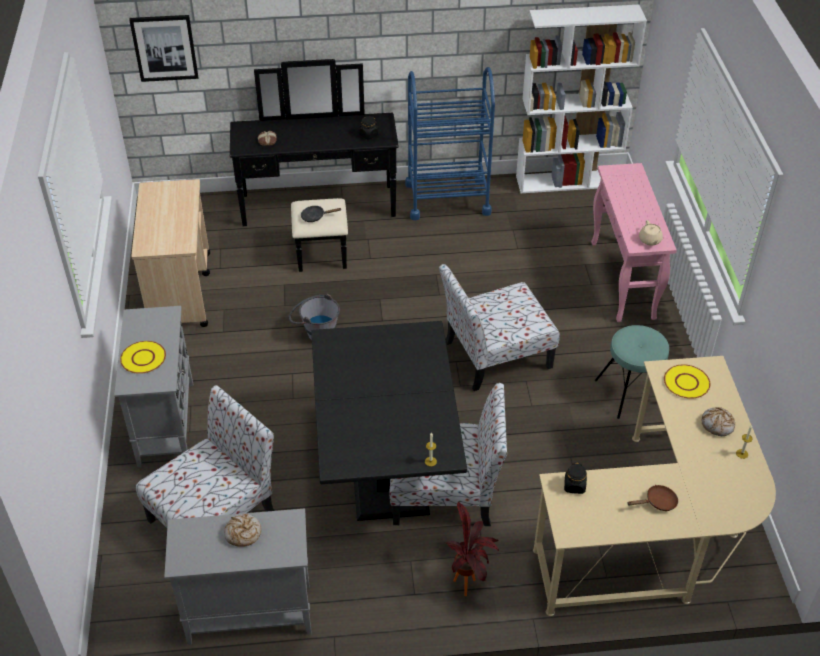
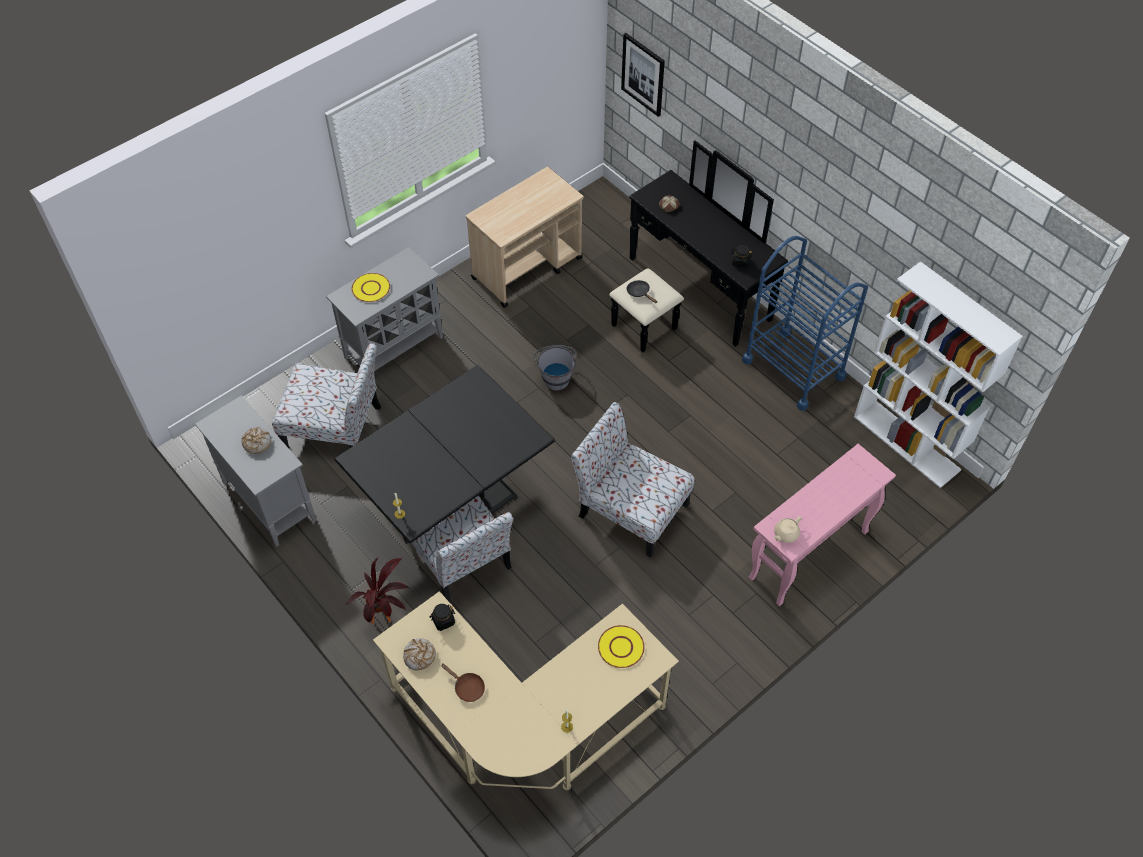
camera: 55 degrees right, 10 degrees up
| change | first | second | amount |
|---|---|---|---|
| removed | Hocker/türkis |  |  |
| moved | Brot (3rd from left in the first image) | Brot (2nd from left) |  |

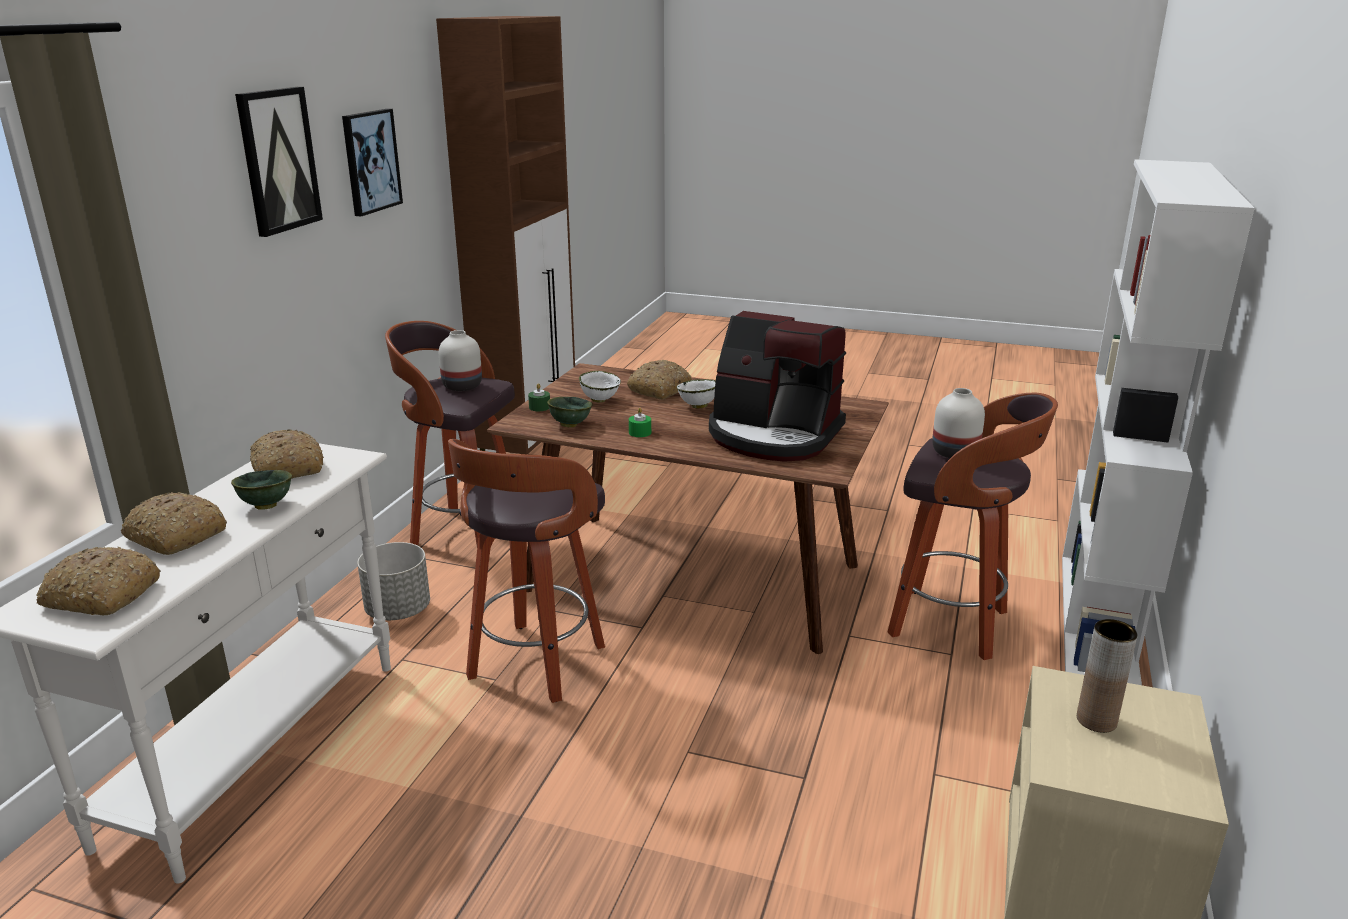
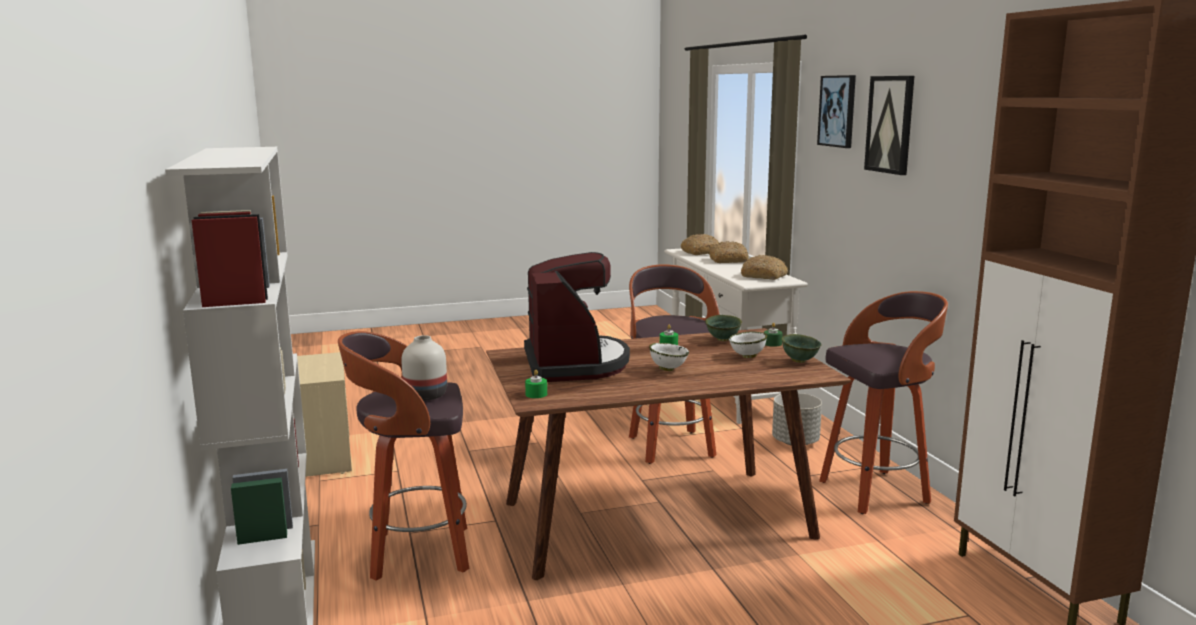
camera: 145 degrees right, 10 degrees down
| change | first | second | amount |
|---|---|---|---|
| moved | Schüssel/grün (1st from left in the first image) | Schüssel/grün (2nd from left) |  |
| moved | Bild (2nd from left in the first image) | Bild (1st from left) |  |
| removed | Vase/weiß (1st from left) |  |  |
| removed | Brot (4th from left) |  |  |
| turned | Kaffeemaschine |  | 90 degrees clockwise |
| removed | Vase/braun |  |  |
| added |  | Kerze/grün (1st from left) |  |

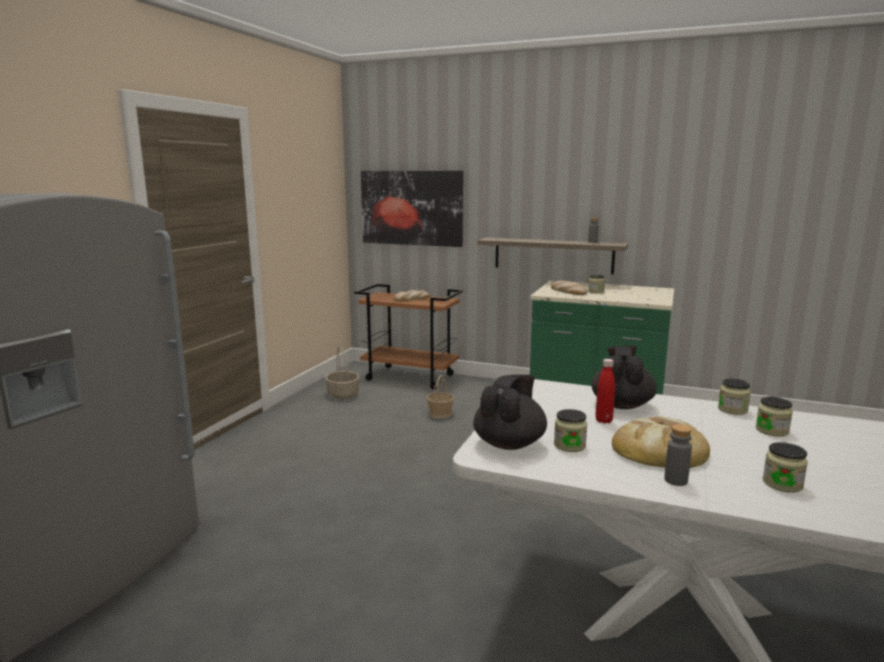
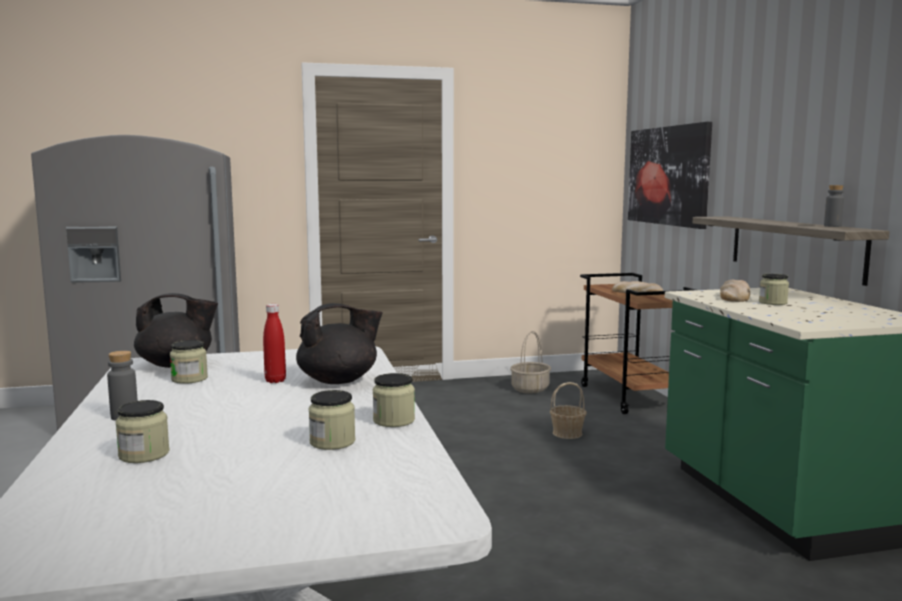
camera: 55 degrees right, 5 degrees down
| change | first | second | amount |
|---|---|---|---|
| removed | Brot (3rd from left) |  |  |

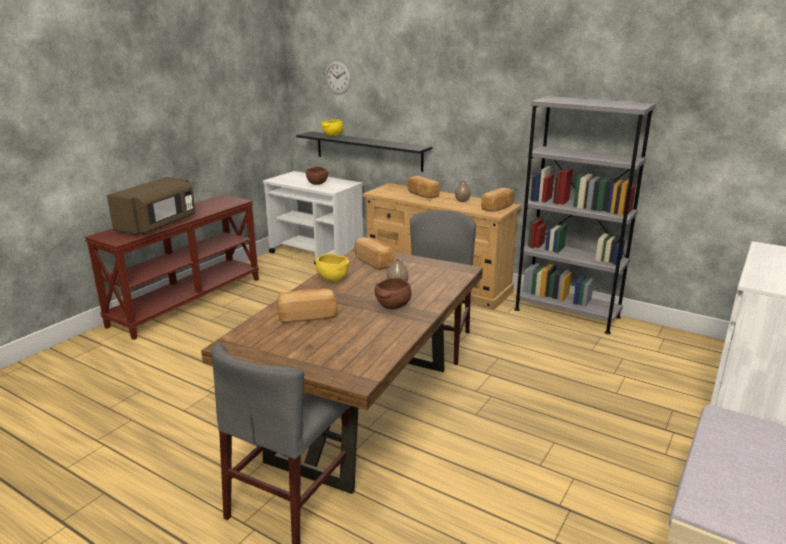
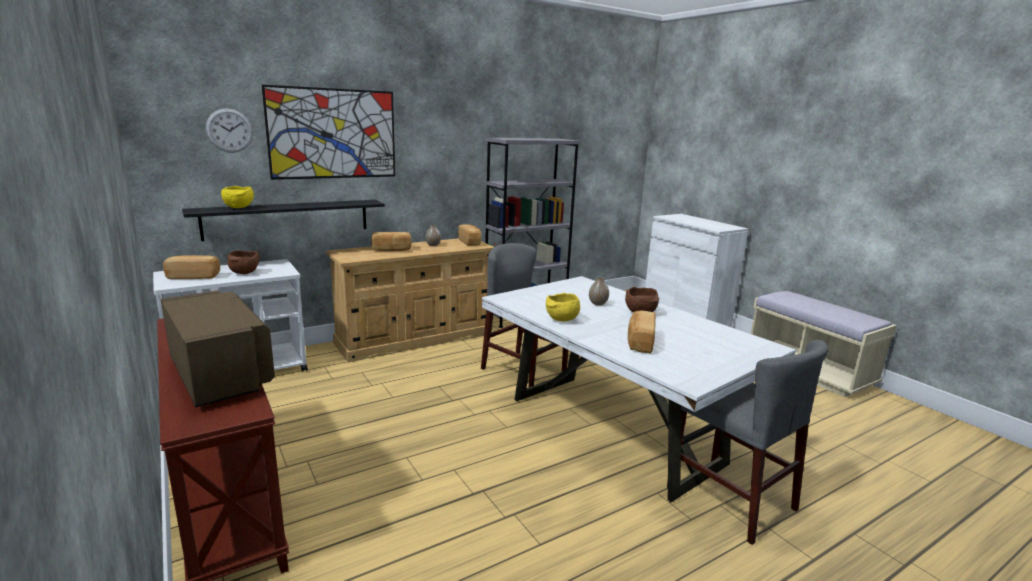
camera: 65 degrees left, 5 degrees down
| change | first | second | amount |
|---|---|---|---|
| recoloured | Esstisch/braun | Esstisch/weiß |  |
| moved | Brot (2nd from left in the first image) | Brot (1st from left) |  |
| added |  | Bild |  |

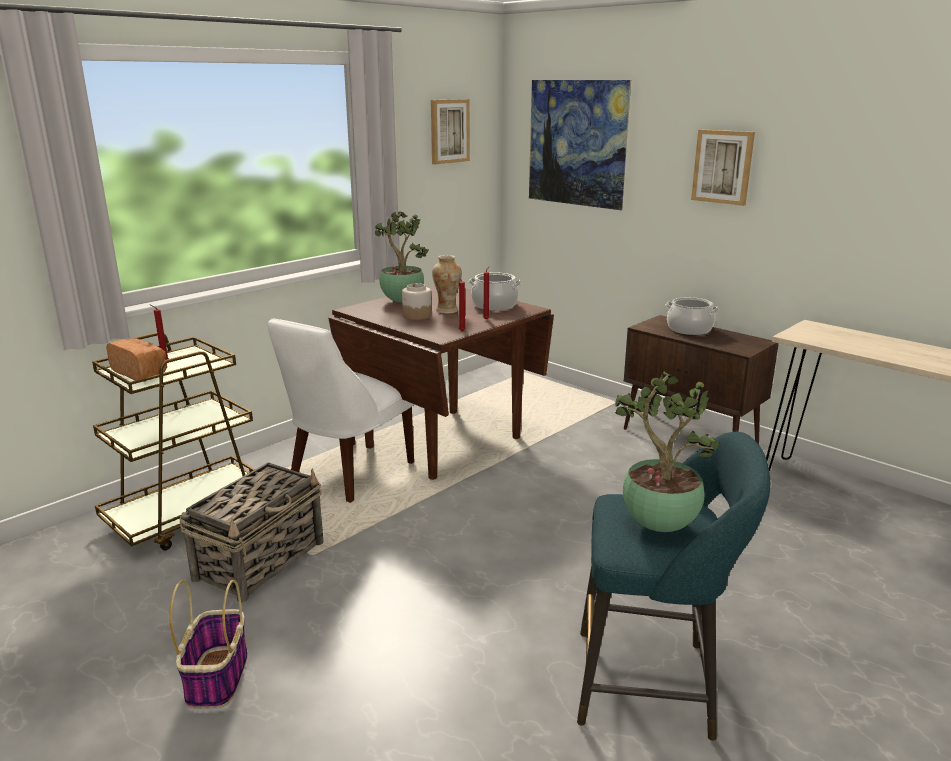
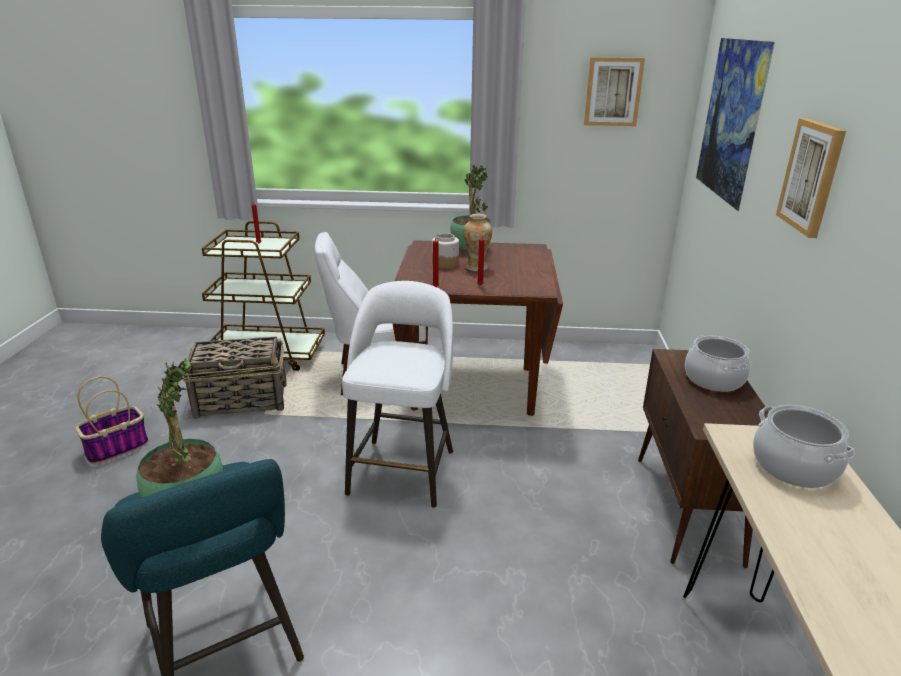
camera: 50 degrees right, 5 degrees up
| change | first | second | amount |
|---|---|---|---|
| removed | Brot |  |  |
| moved | Kochtopf (1st from left in the first image) | Kochtopf (2nd from left) |  |
| added |  | Hocker/weiß |  |

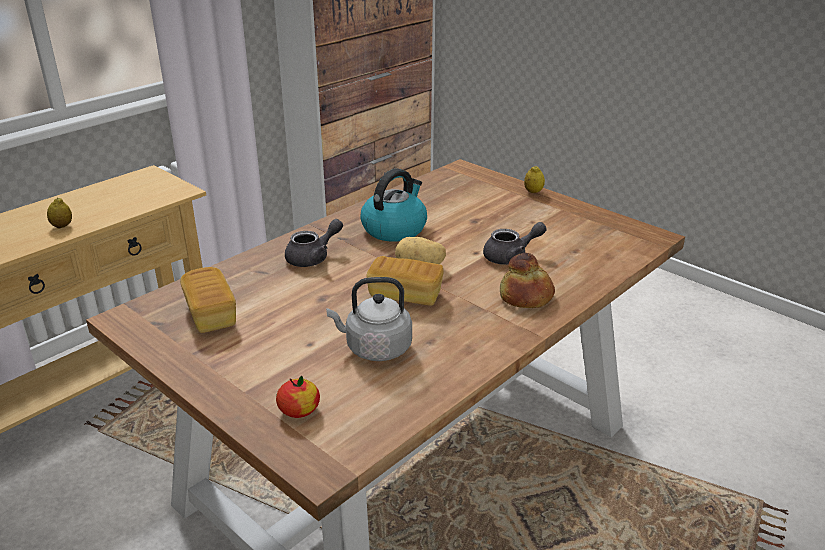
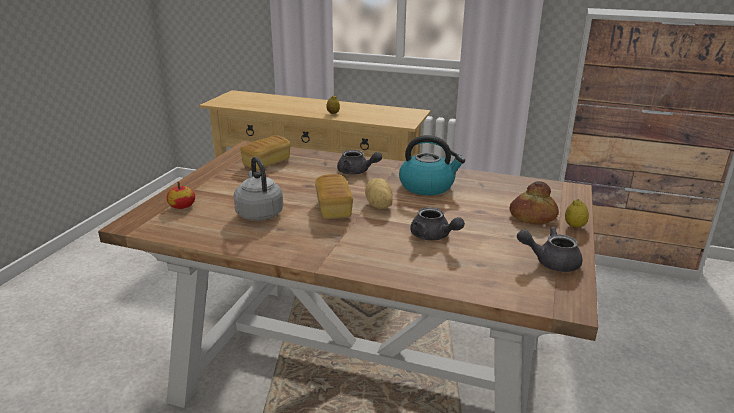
camera: 65 degrees right, 5 degrees down
| change | first | second | amount |
|---|---|---|---|
| moved | Brot (3rd from left) |  |  |
| added |  | Teekanne/grau (3rd from left) |  |

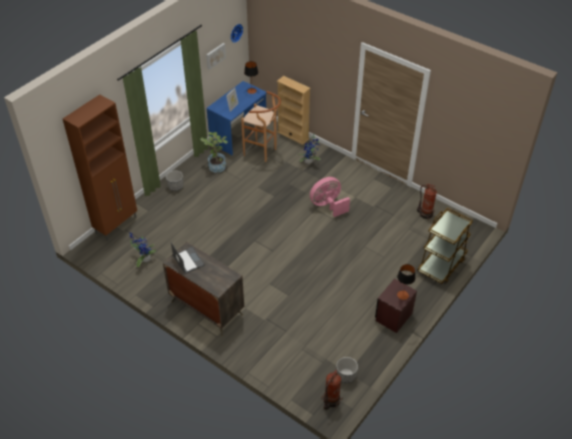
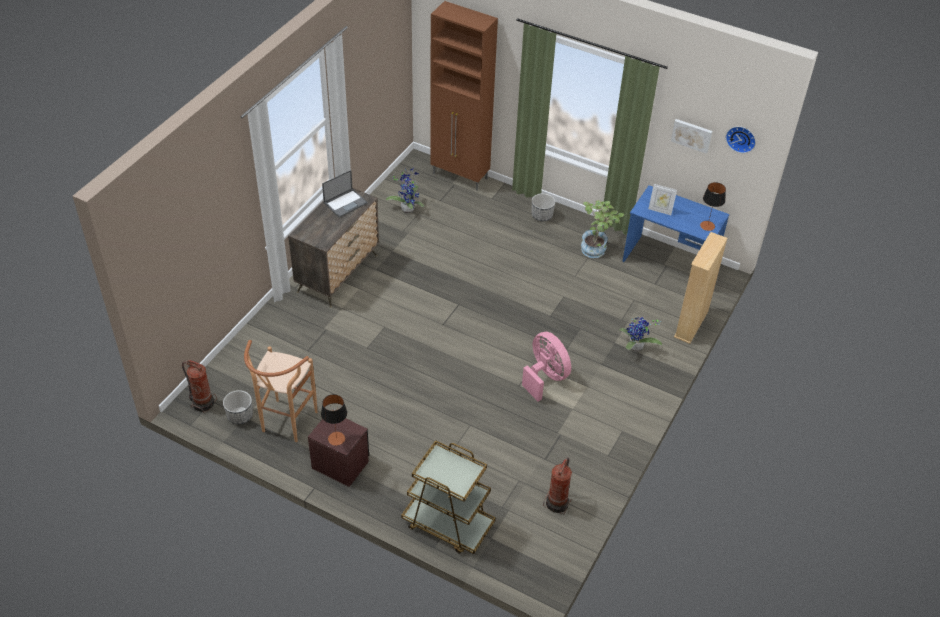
camera: 80 degrees right, 0 degrees up
| change | first | second | amount |
|---|---|---|---|
| moved | Hocker/braun |  |  |

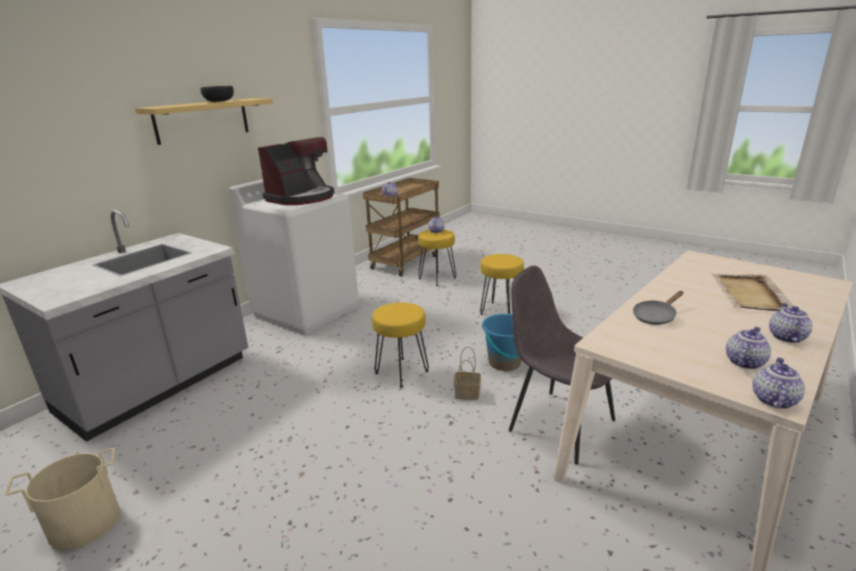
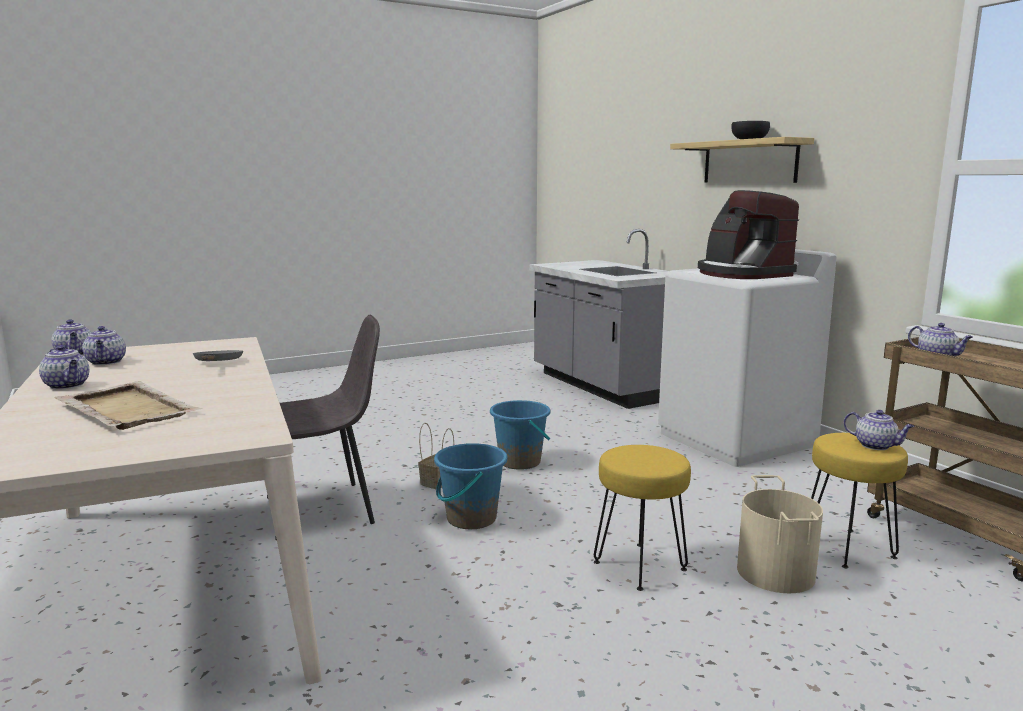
camera: 115 degrees right, 10 degrees down
| change | first | second | amount |
|---|---|---|---|
| moved | Eimer/beige |  |  |
| replaced | Hocker/gelb (1st from left) | Eimer/blau (2nd from left) |  |

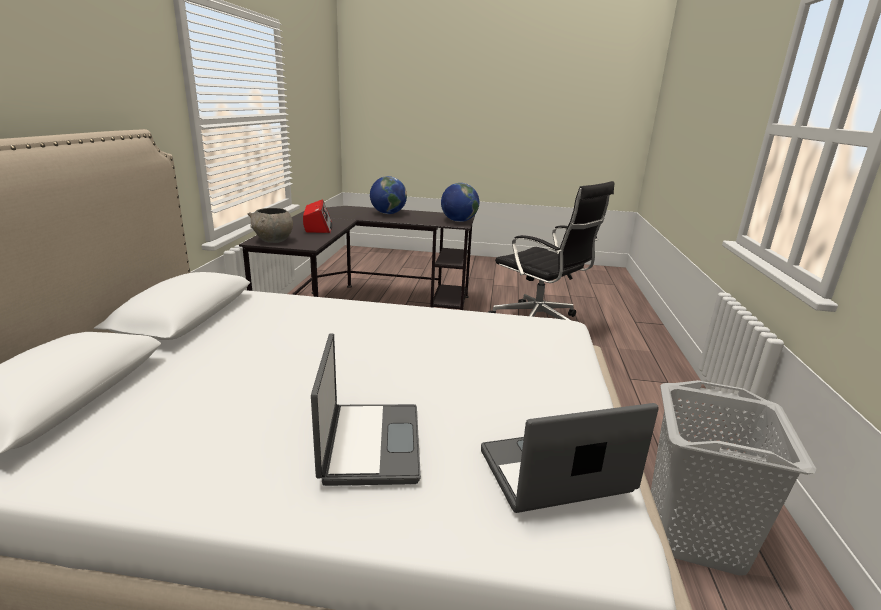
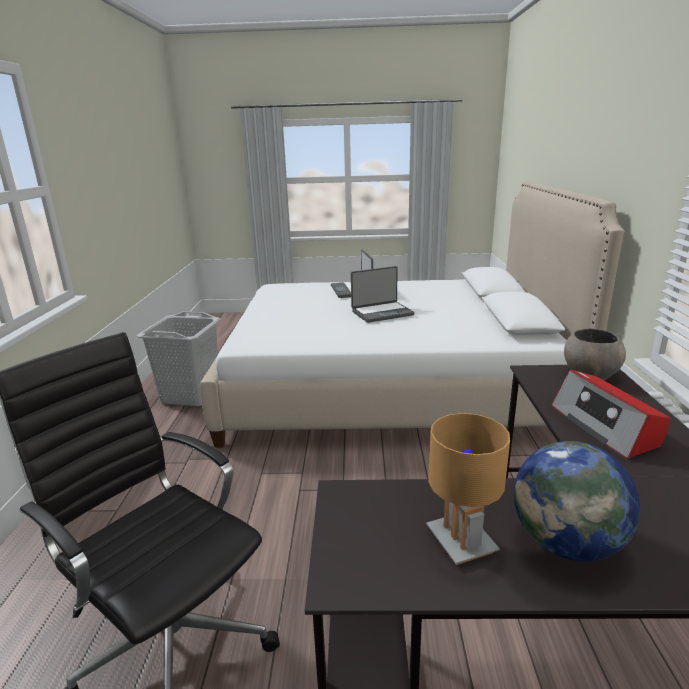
camera: 175 degrees right, 0 degrees up
| change | first | second | amount |
|---|---|---|---|
| removed | Globus (2nd from left) |  |  |
| moved | Laptop (2nd from left) |  |  |
| added |  | Tischlampe/braun |  |

